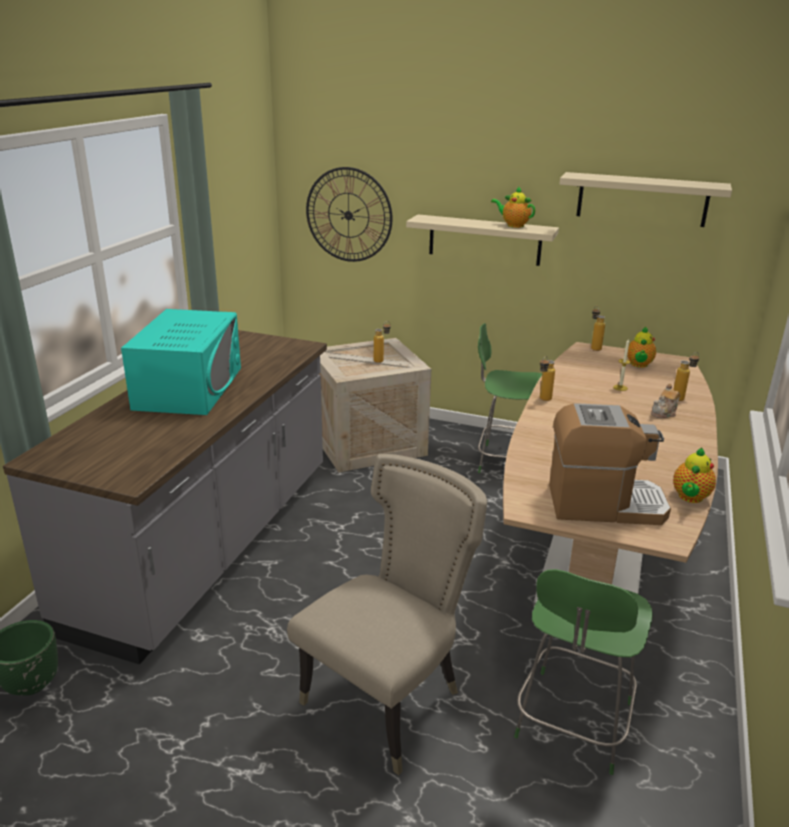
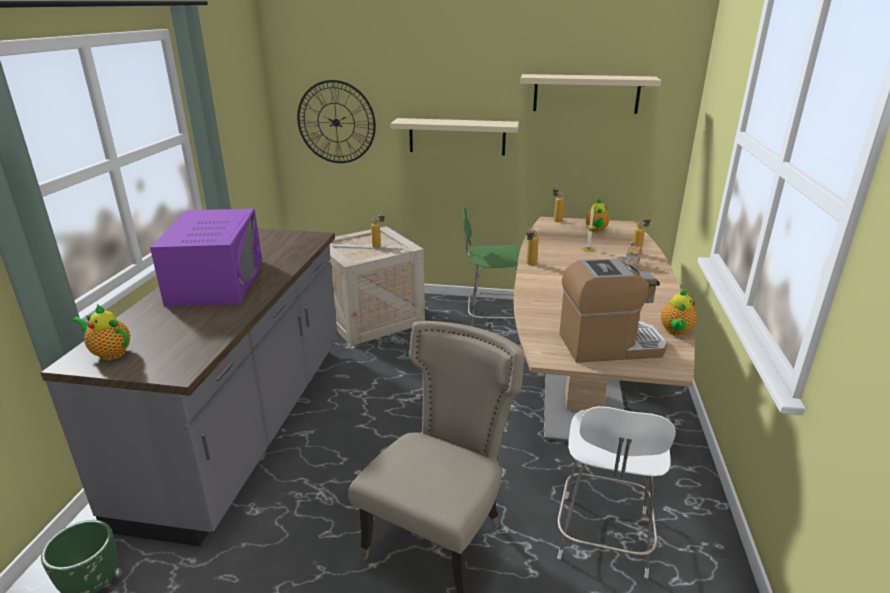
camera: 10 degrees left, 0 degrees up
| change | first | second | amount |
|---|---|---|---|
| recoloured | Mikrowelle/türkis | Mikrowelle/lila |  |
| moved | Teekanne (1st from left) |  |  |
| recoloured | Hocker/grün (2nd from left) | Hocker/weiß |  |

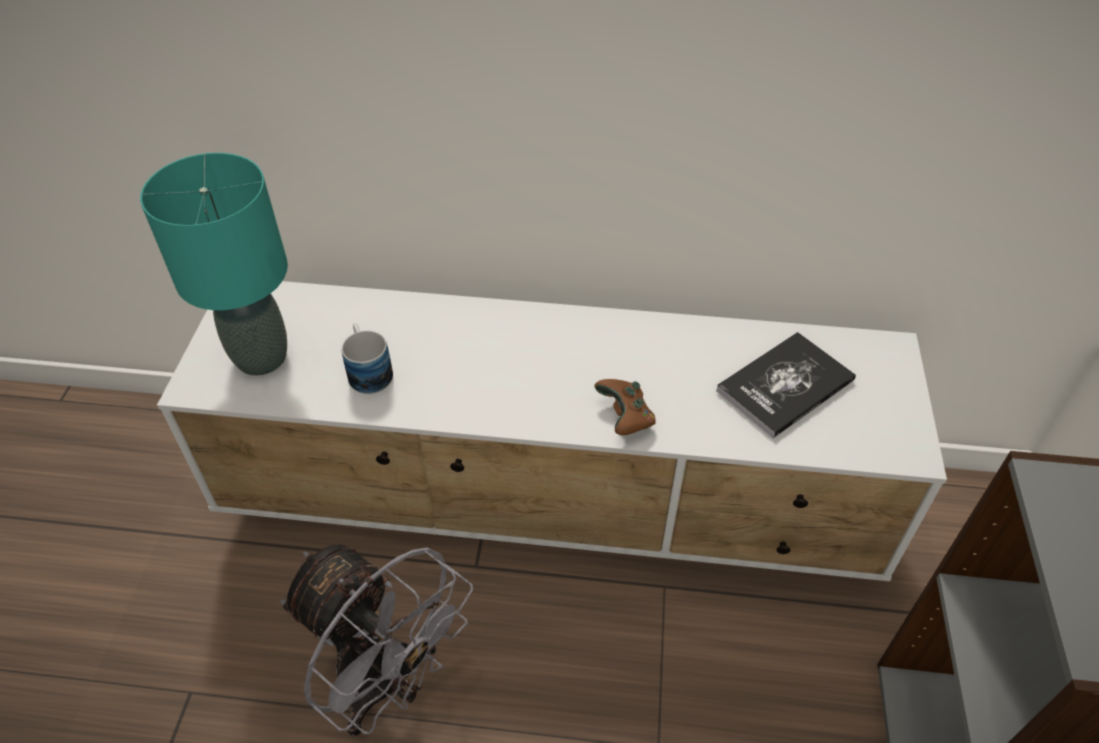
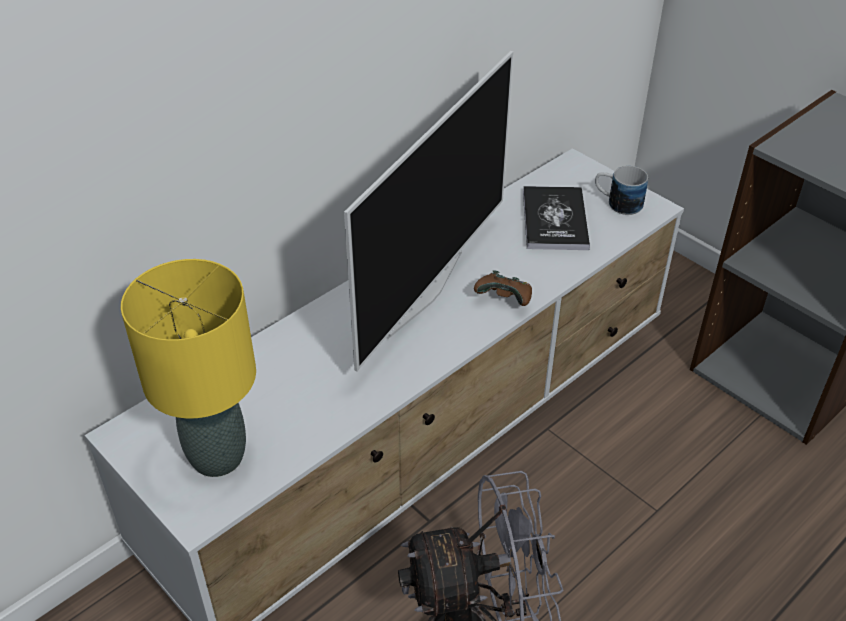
camera: 50 degrees left, 5 degrees down
| change | first | second | amount |
|---|---|---|---|
| recoloured | Tischlampe/türkis | Tischlampe/gelb |  |
| moved | Henkelbecher |  |  |
| added |  | Fernseher |  |

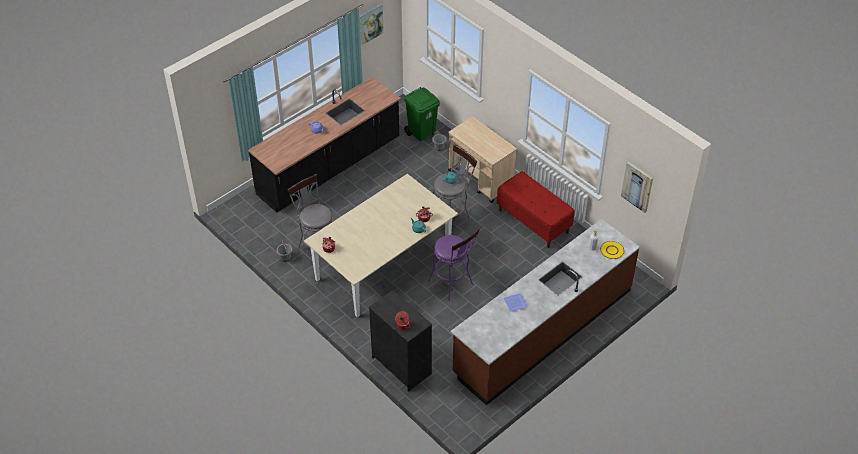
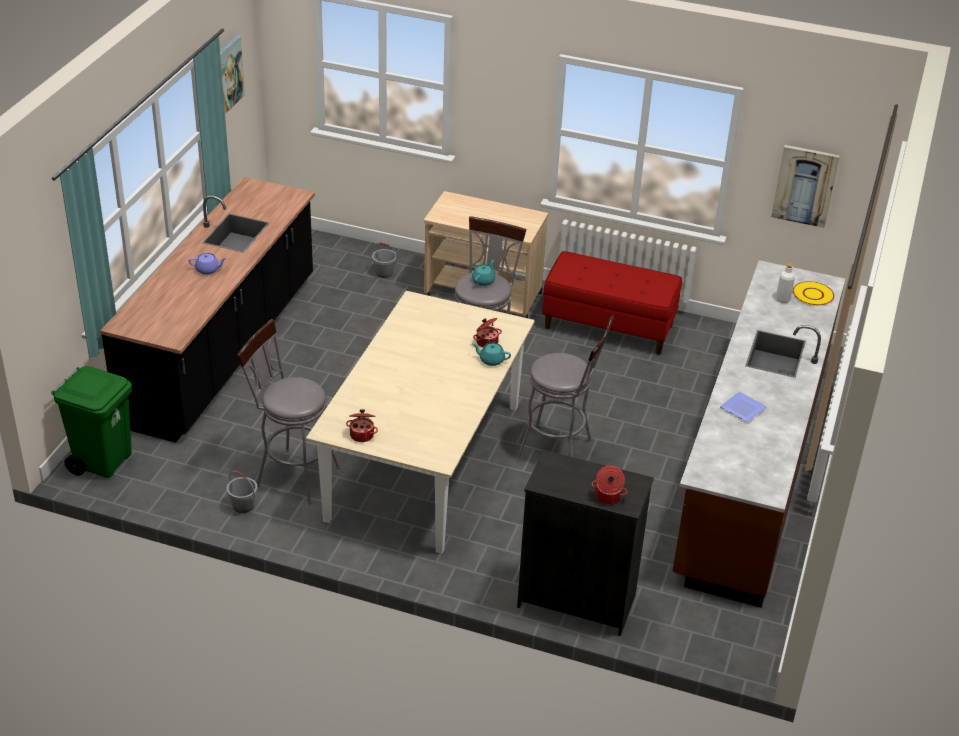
camera: 30 degrees left, 10 degrees down
| change | first | second | amount |
|---|---|---|---|
| moved | Mülleimer/grün |  |  |
| recoloured | Hocker/lila | Hocker/grau (3rd from left) |  |

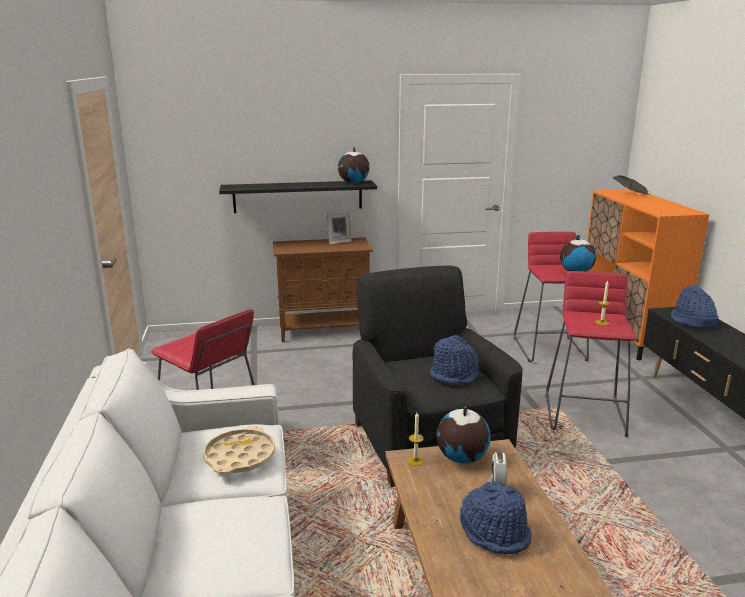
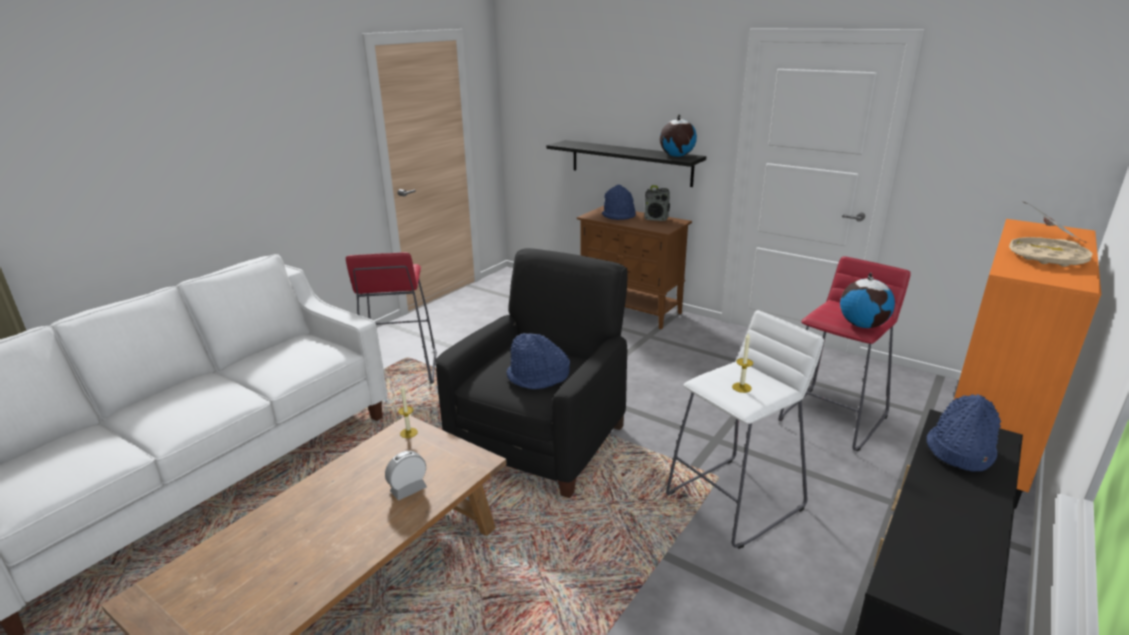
camera: 45 degrees right, 5 degrees up
| change | first | second | amount |
|---|---|---|---|
| moved | Tablett/beige |  |  |
| replaced | Bilderrahmen | Radio |  |
| removed | Globus (2nd from left) |  |  |
| moved | Hut/blau (2nd from left) |  |  |
| recoloured | Hocker/rot (3rd from left) | Hocker/weiß |  |

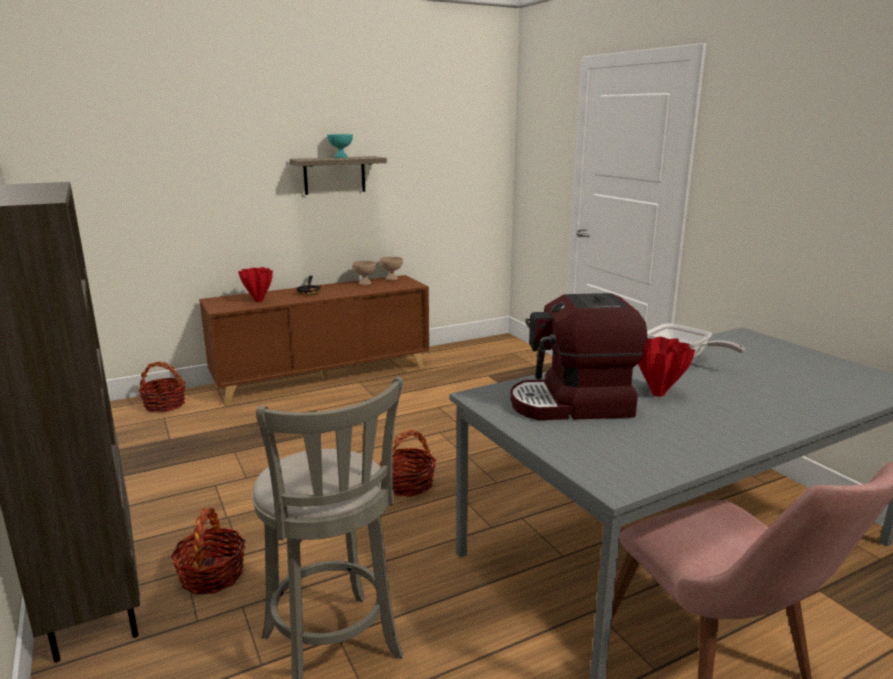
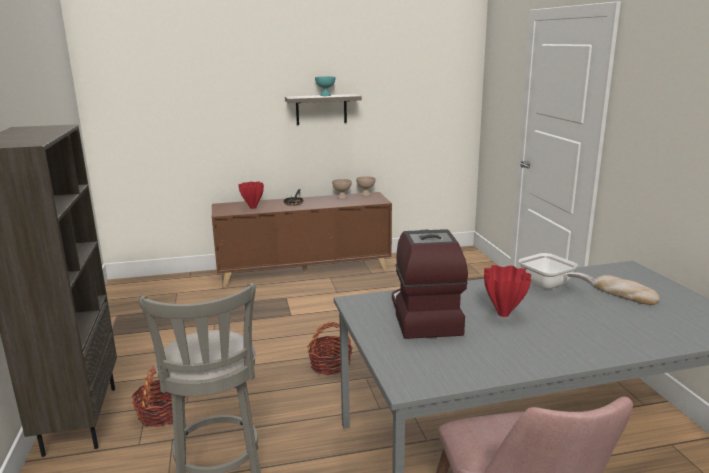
camera: 15 degrees right, 0 degrees up
| change | first | second | amount |
|---|---|---|---|
| removed | Korb (1st from left) |  |  |
| turned | Kaffeemaschine |  | 75 degrees clockwise |
| added |  | Brot |  |

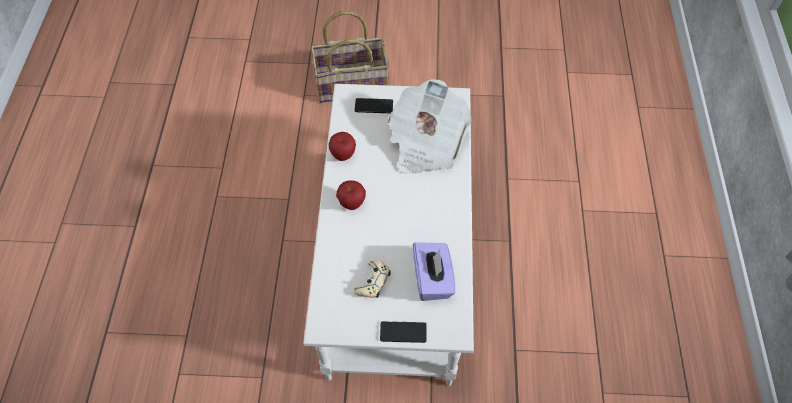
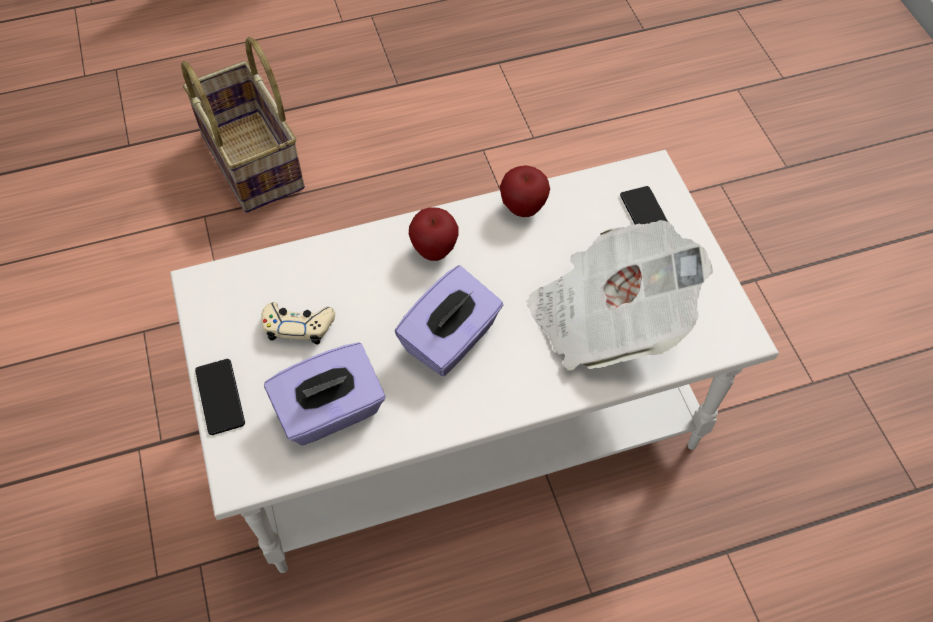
camera: 70 degrees right, 0 degrees up
| change | first | second | amount |
|---|---|---|---|
| moved | Korb |  |  |
| added |  | Taschentuchbox/lila (2nd from left) |  |

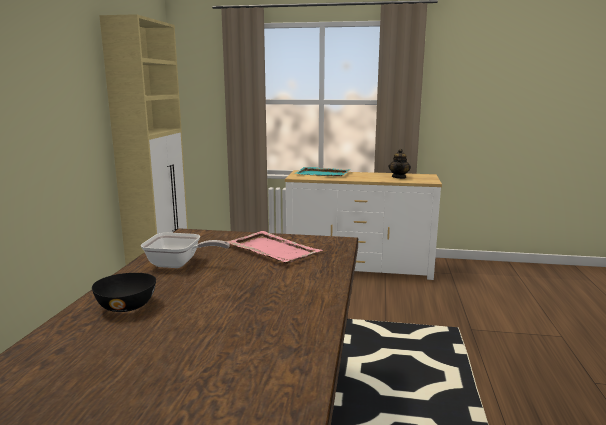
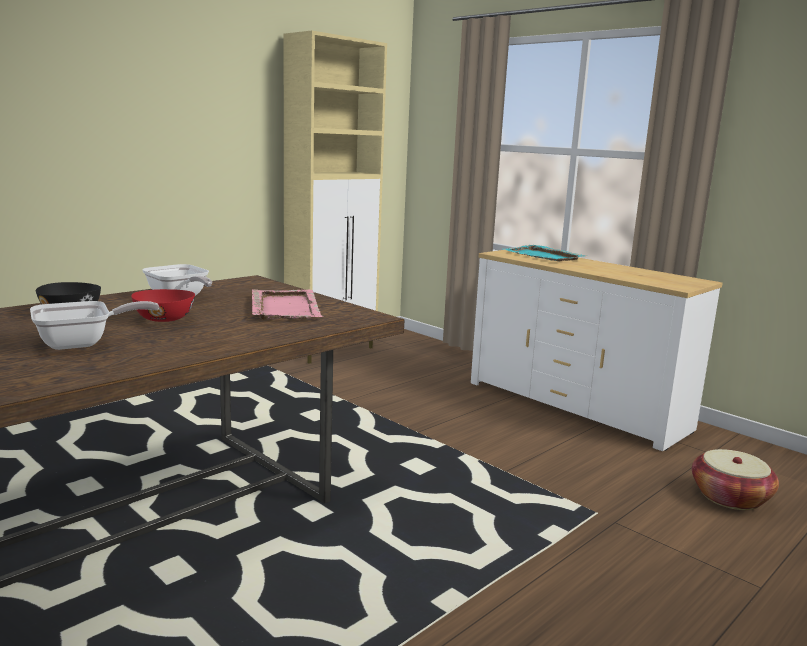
camera: 35 degrees right, 0 degrees up
| change | first | second | amount |
|---|---|---|---|
| removed | Teekanne |  |  |
| added |  | Pfanne (1st from left) |  |
| added |  | Schüssel/rot |  |
| added |  | Korb |  |

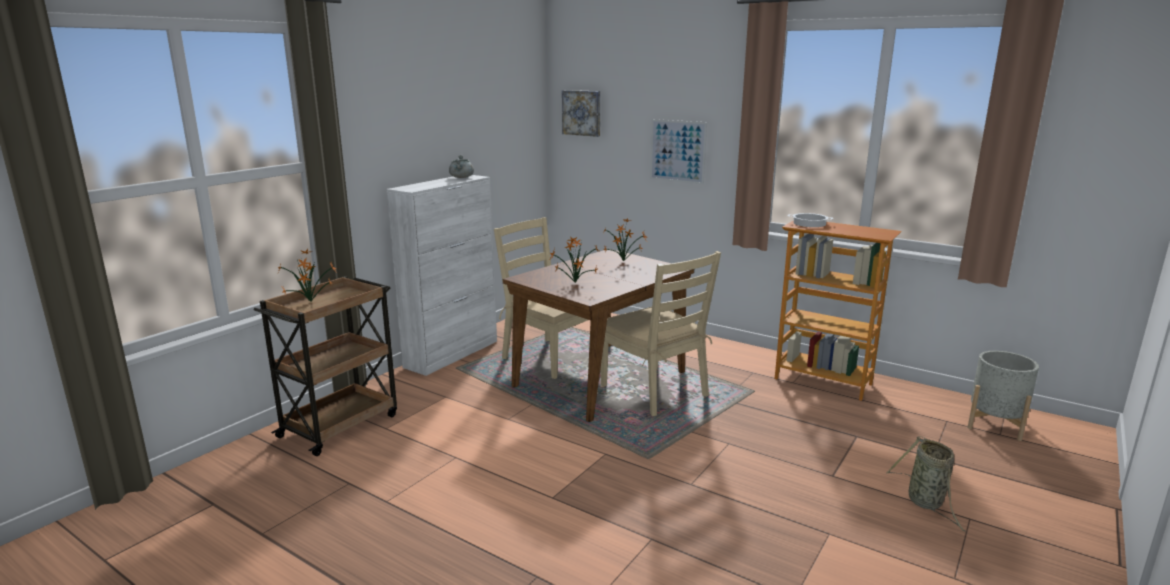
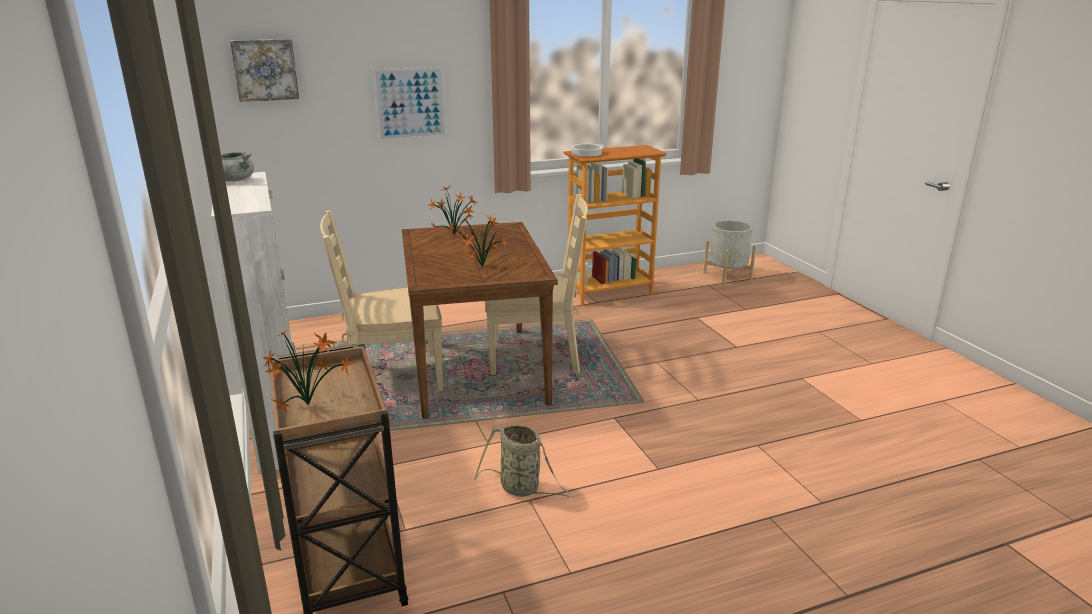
camera: 55 degrees left, 5 degrees up
| change | first | second | amount |
|---|---|---|---|
| moved | Korb |  |  |

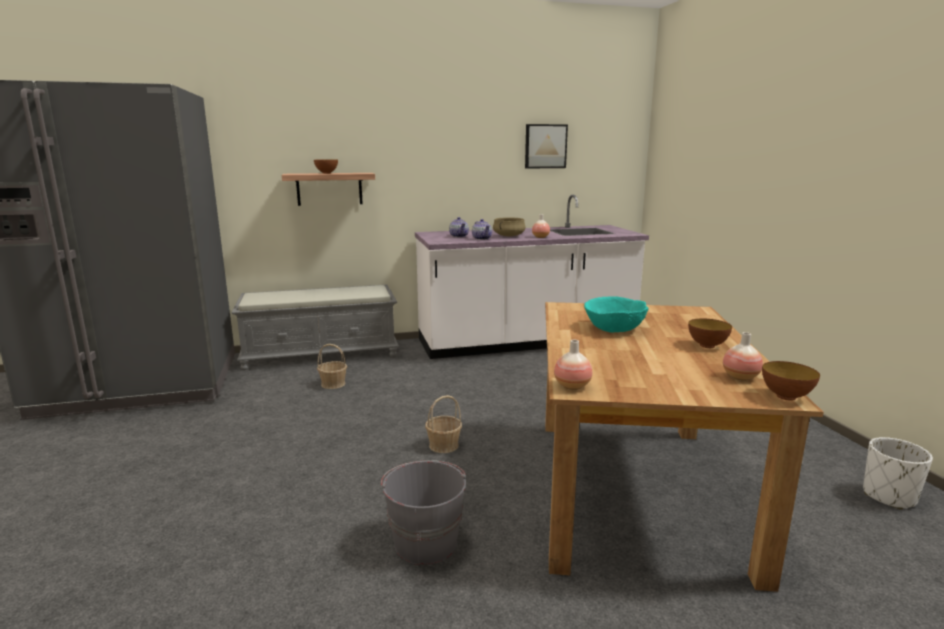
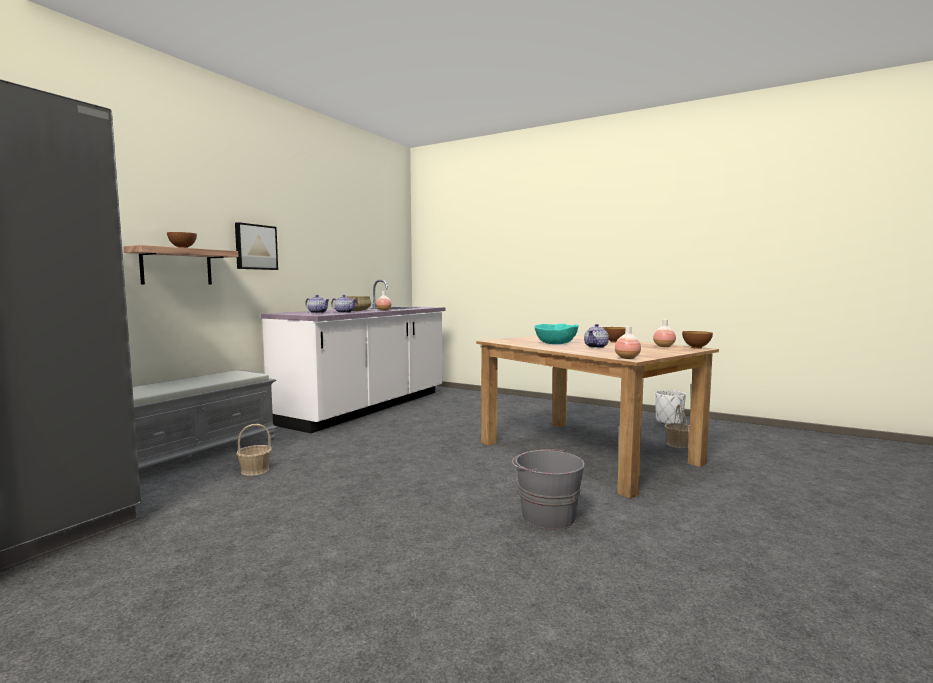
camera: 45 degrees left, 10 degrees down
| change | first | second | amount |
|---|---|---|---|
| moved | Korb (2nd from left) |  |  |
| moved | Bild |  |  |
| added |  | Teekanne (3rd from left) |  |

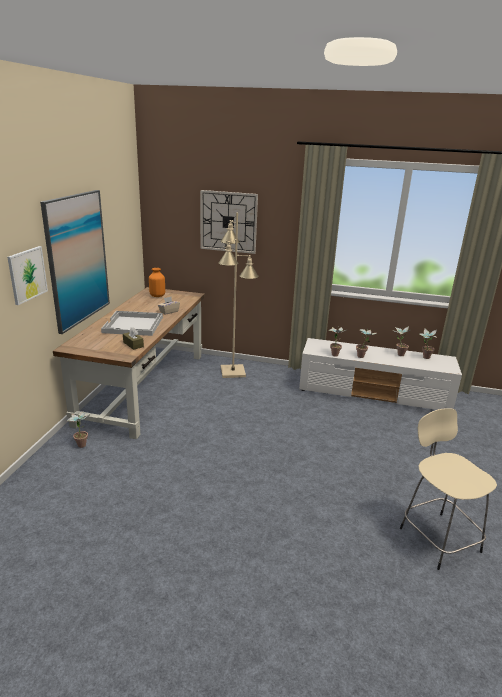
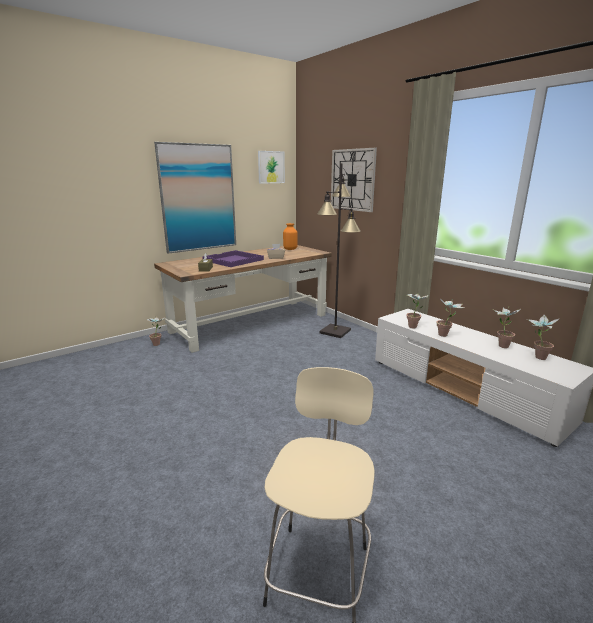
camera: 40 degrees right, 5 degrees down
| change | first | second | amount |
|---|---|---|---|
| moved | Bild (1st from left in the first image) | Bild (2nd from left) |  |
| recoloured | Tablett/weiß | Tablett/lila |  |
| recoloured | Stehlampe/beige | Stehlampe/schwarz |  |

